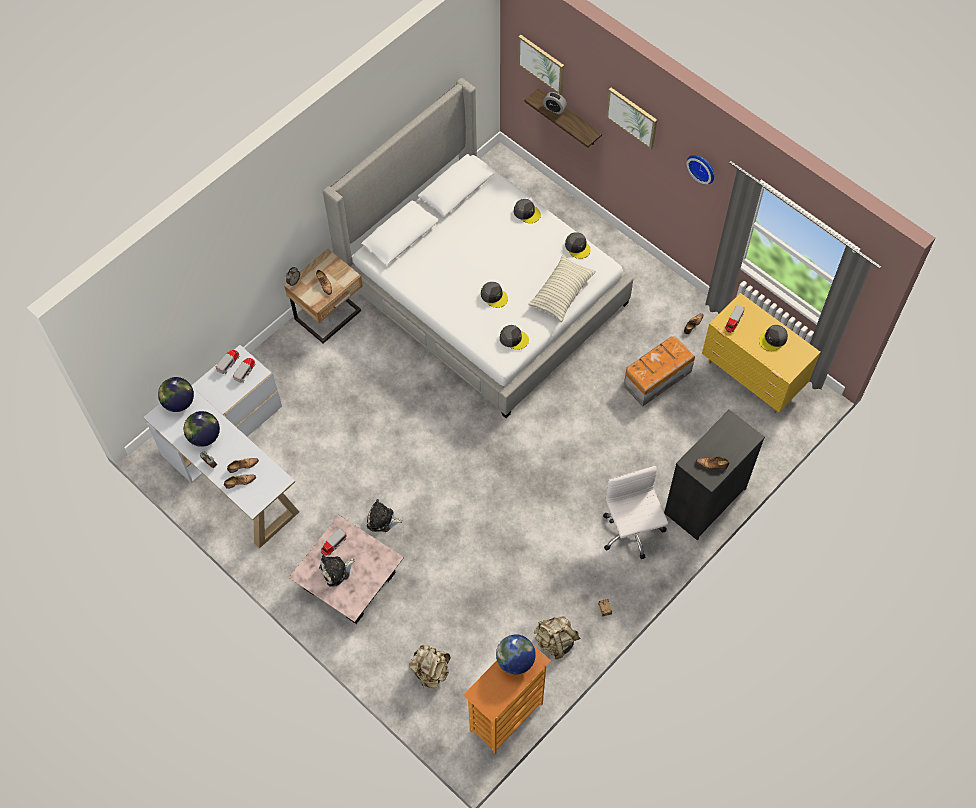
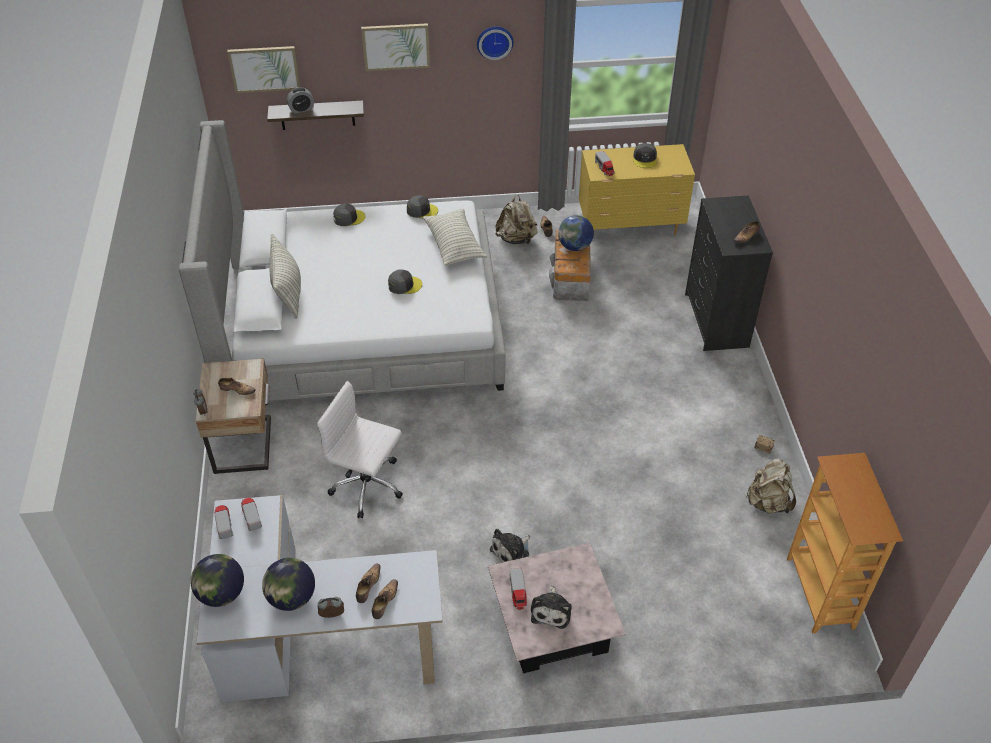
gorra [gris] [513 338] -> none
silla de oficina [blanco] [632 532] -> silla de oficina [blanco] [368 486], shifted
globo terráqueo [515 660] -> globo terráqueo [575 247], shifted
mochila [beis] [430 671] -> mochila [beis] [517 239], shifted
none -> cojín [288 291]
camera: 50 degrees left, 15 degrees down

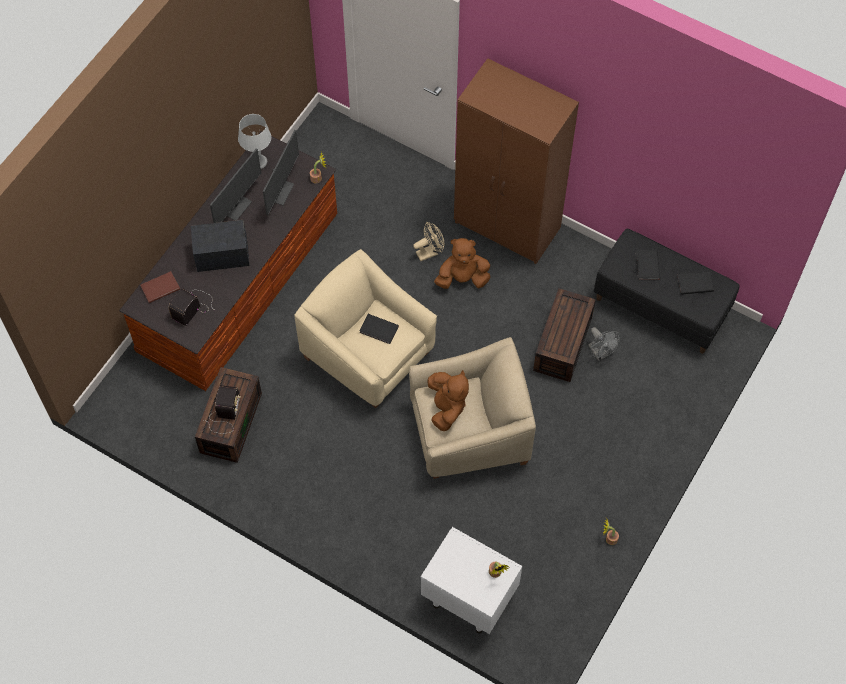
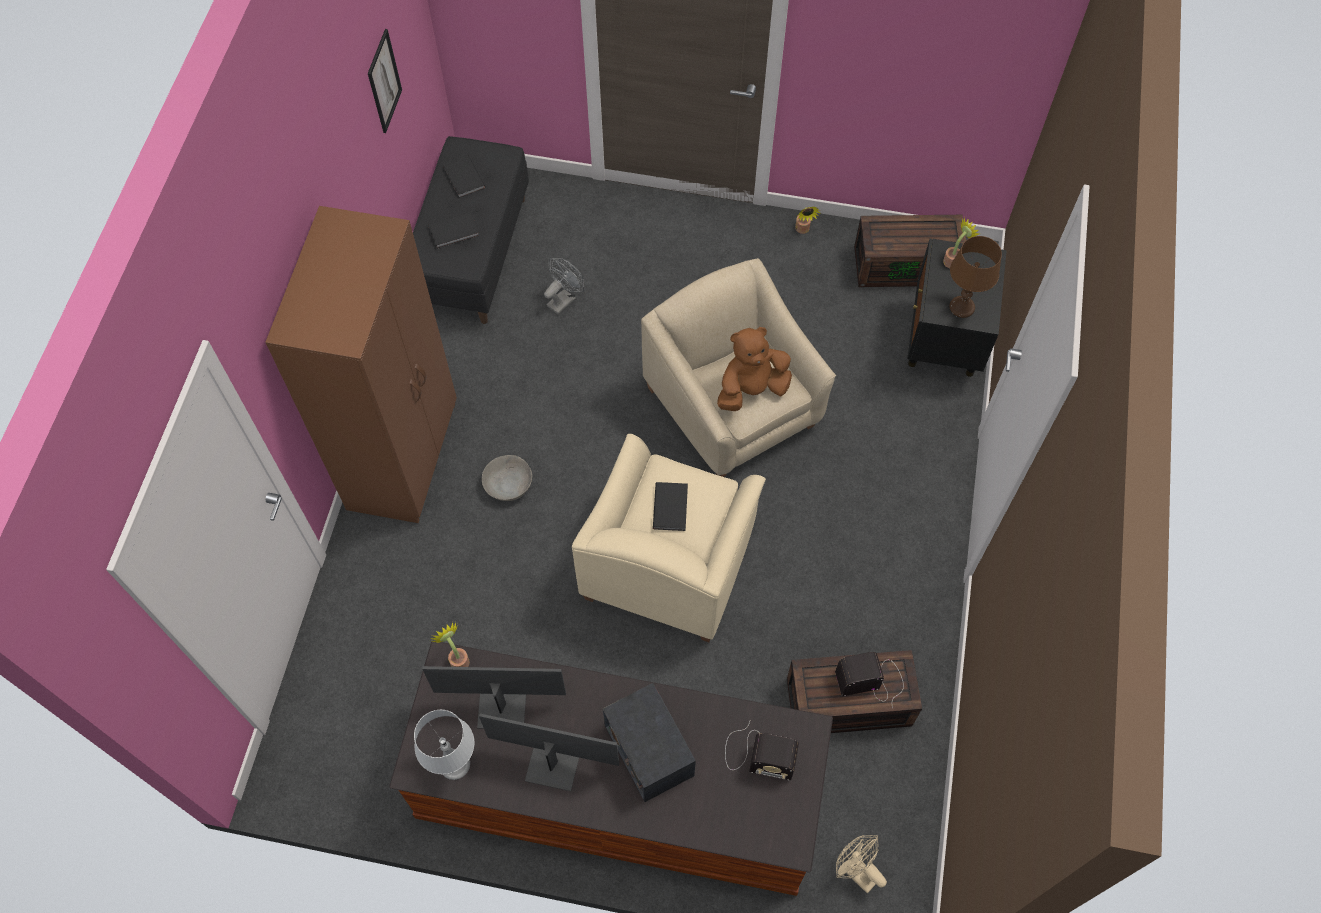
ventilador [beis] [430 252] -> ventilador [beis] [856 871], shifted
peluche [marrón] [462 278] -> cuenco [gris] [508 484]
libro [marrón] [159 287] -> none
caja de almacenaje [marrón] [563 345] -> caja de almacenaje [marrón] [907 264], shifted
mesita de noche [blanco] [468 598] -> mesita de noche [negro] [943 344]
none -> cuadro [384 81]
none -> lámpara de mesa [marrón] [962 307]
camera: 110 degrees left, 0 degrees up

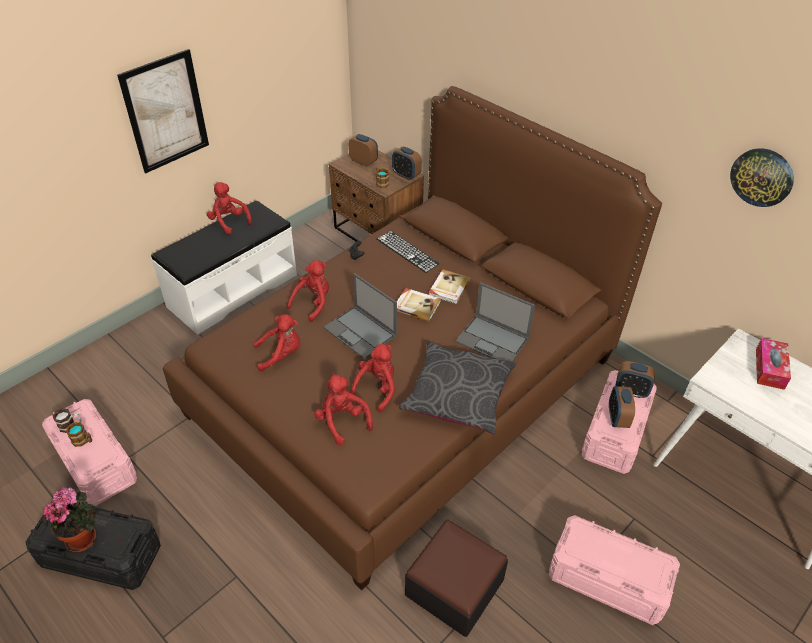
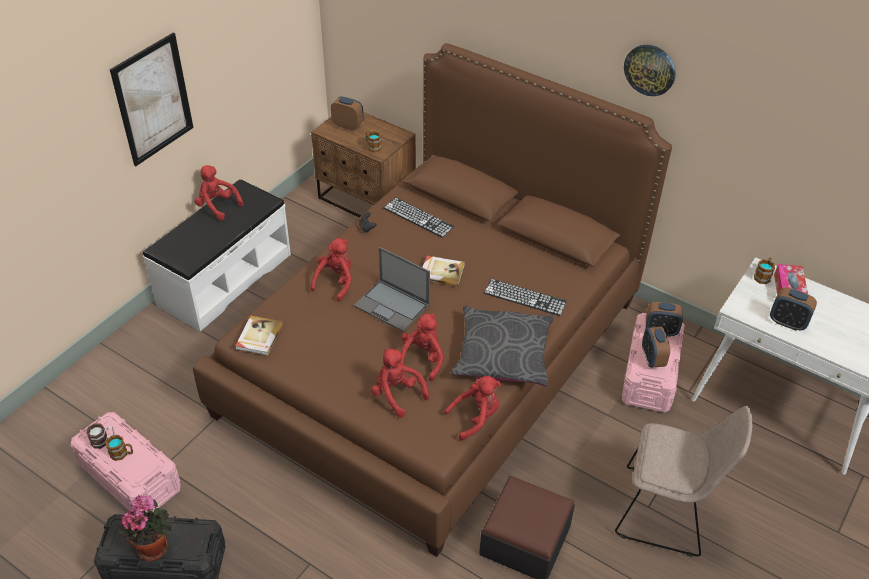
despertador [406 175] -> despertador [787 322], shifted
reloj de pared [762 177] -> reloj de pared [650 69], shifted
libro [448 288] -> libro [258 337], shifted
portátil [493 340] -> teclado [525 297]
peluche [rojo] [281 354] -> peluche [rojo] [476 418], shifted
caja de almacenaje [rosa] [608 580] -> silla [beis] [666 511]
none -> taza grande [763 276]
camera: 10 degrees left, 0 degrees up

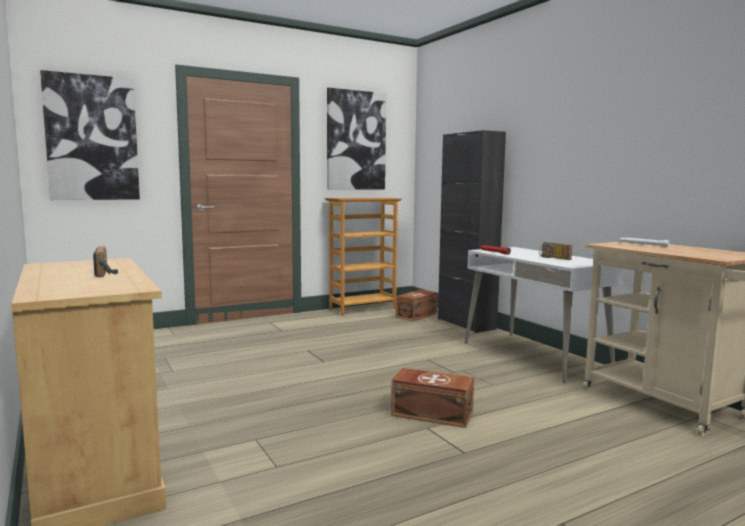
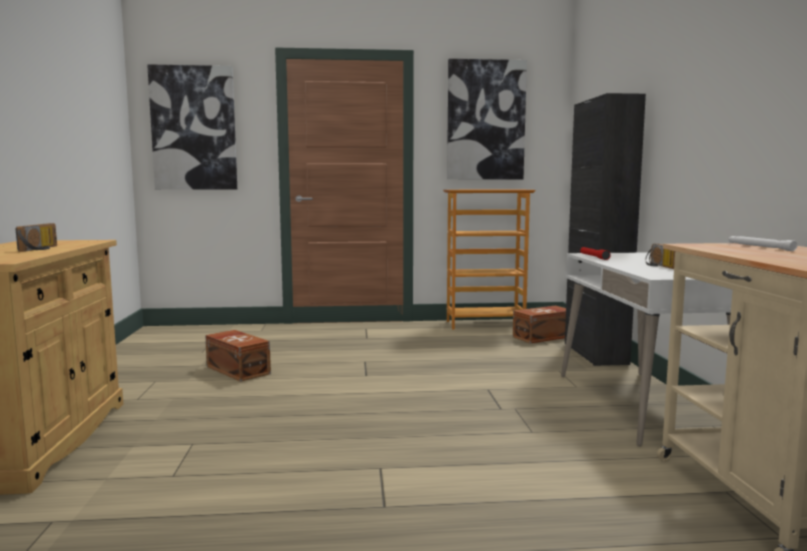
caja de almacenaje [marrón] [431 413] -> caja de almacenaje [marrón] [238 369], shifted
camera: 25 degrees right, 0 degrees up

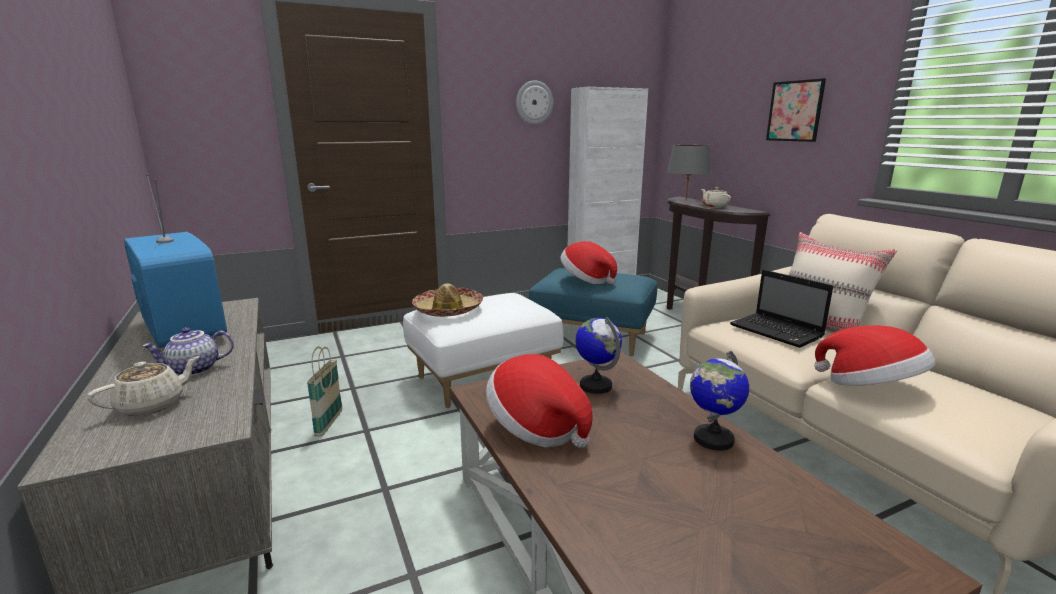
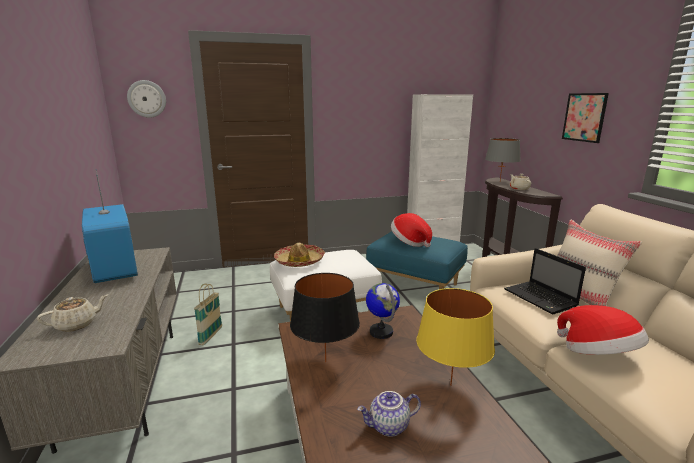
reloj de pared [534 102] -> reloj de pared [147 99], shifted
tetera [194 370] -> tetera [389 427], shifted
globo terráqueo [712 439] -> lámpara de mesa [amarillo] [450 385]
sombrero [536 428] -> lámpara de mesa [negro] [325 362]
camera: 10 degrees right, 0 degrees up

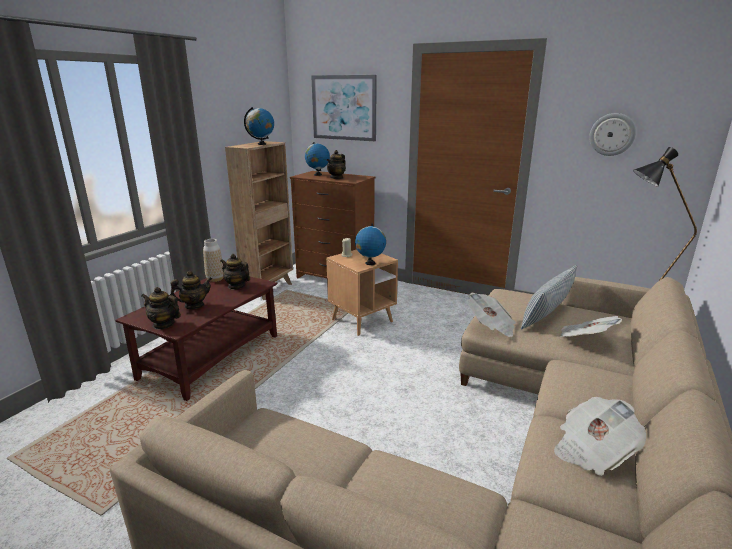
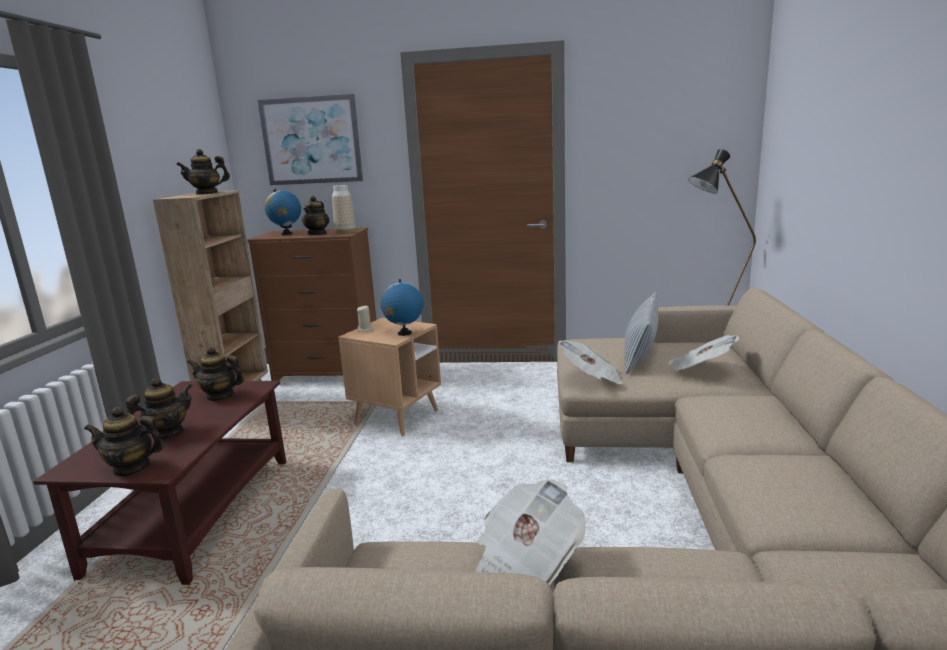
globo terráqueo [261 144] -> tetera [207 193]
reloj de pared [612 134] -> none
florero [215 279] -> florero [345 232], shifted
periódico [592 450] -> periódico [525 563], shifted
camera: 20 degrees left, 5 degrees down

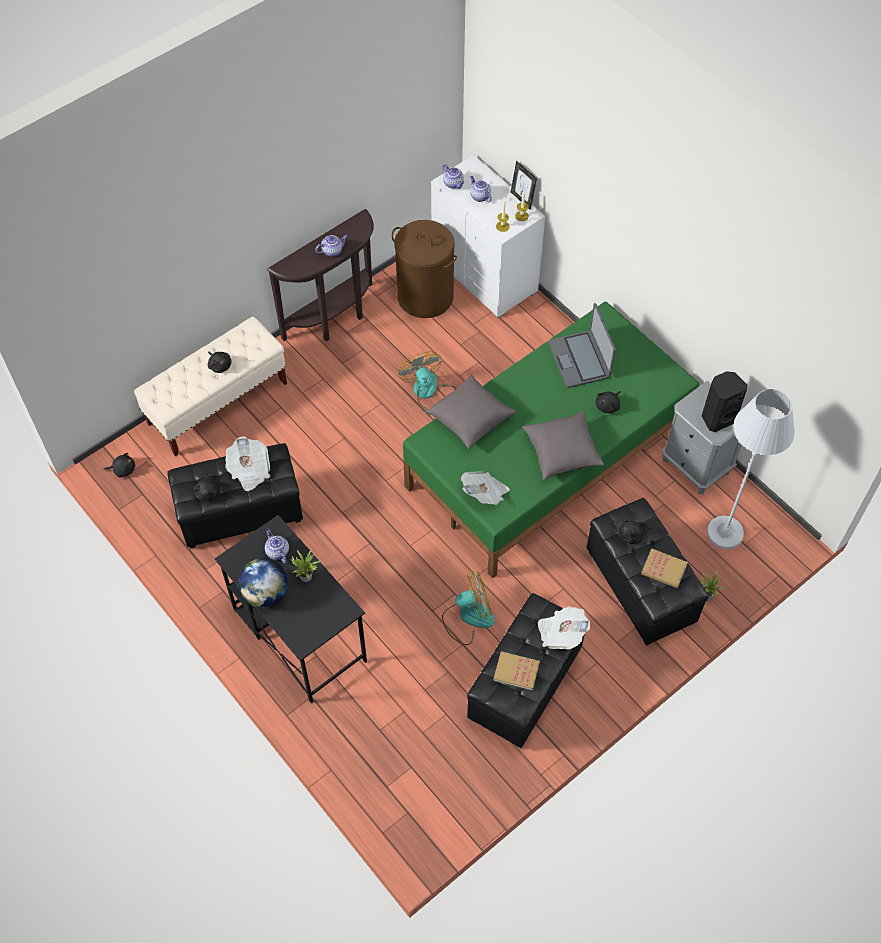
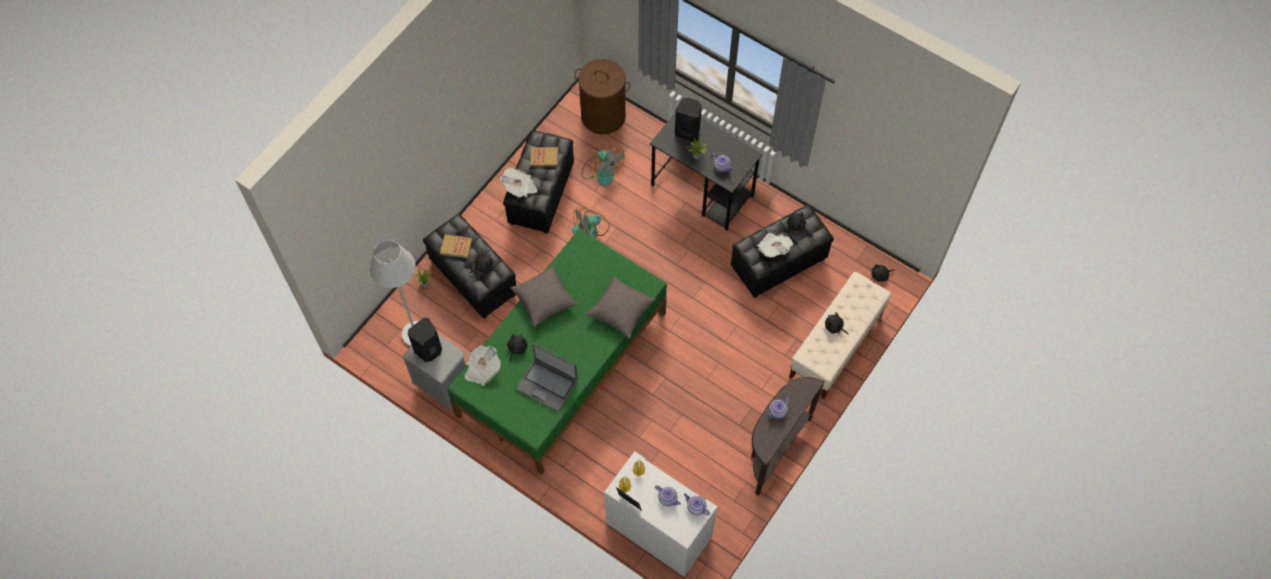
cesto de la ropa [marrón] [425 297] -> cesto de la ropa [marrón] [603 116], shifted
portátil [579 360] -> portátil [547 384], 150 degrees clockwise
ventilador [429 391] -> ventilador [601 170], shifted
periódico [485 494] -> periódico [482 369], shifted
globo terráqueo [265 593] -> none
none -> altavoz [negro] [688 131]
camera: 165 degrees right, 5 degrees up

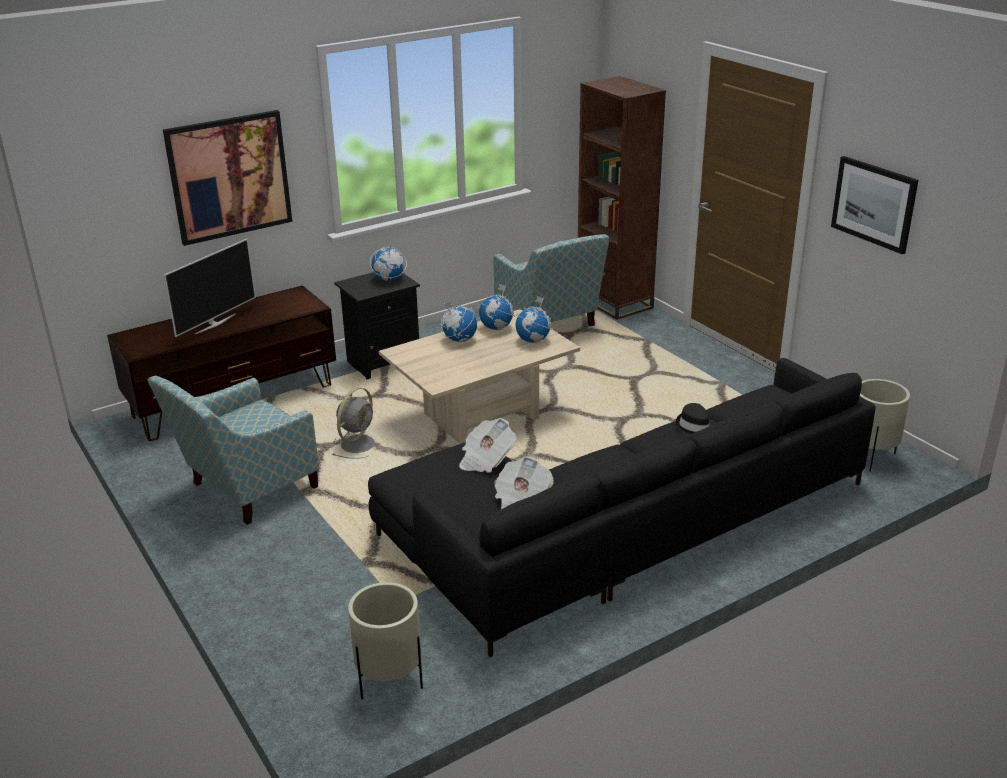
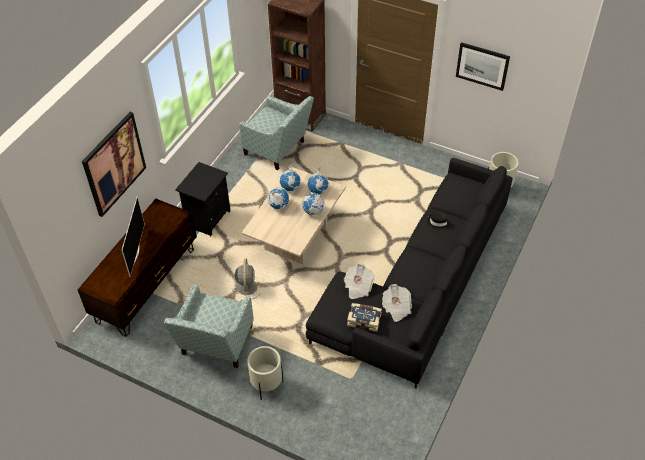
globo terráqueo [388 279] -> globo terráqueo [313 212], shifted
maceta [beis] [389 681] -> maceta [beis] [266 385], shifted
none -> libro [364 319]
camera: 30 degrees left, 20 degrees up

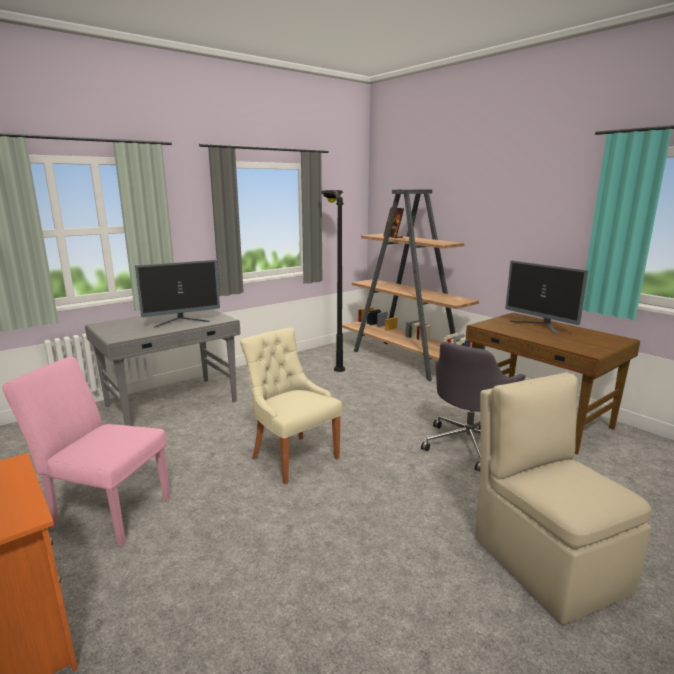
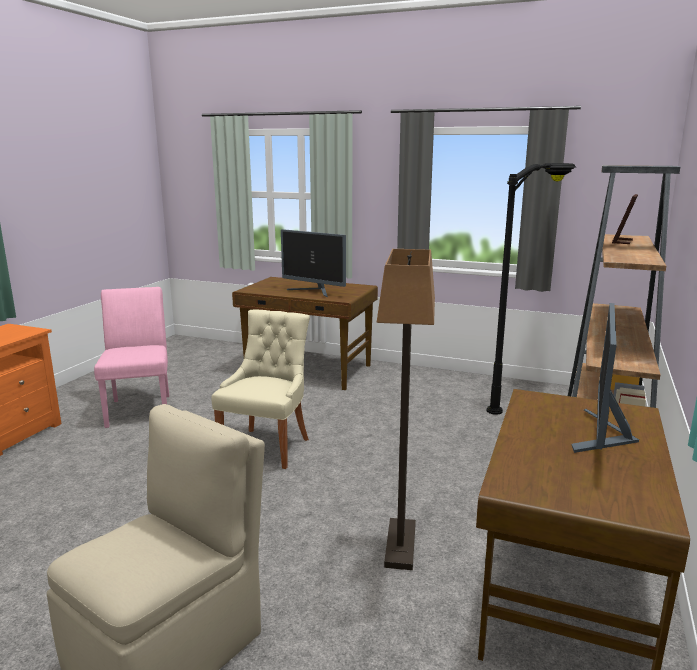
escritorio [gris] [173 404] -> escritorio [marrón] [309 371]
silla de oficina [gris] [469 444] -> lámpara de pie [400 545]
camera: 60 degrees right, 0 degrees up

